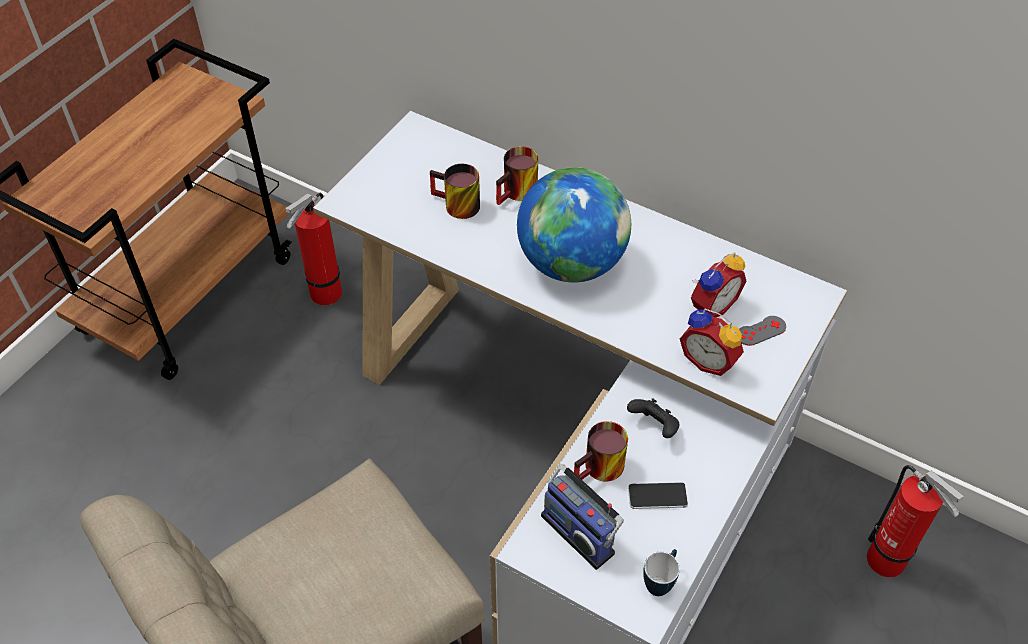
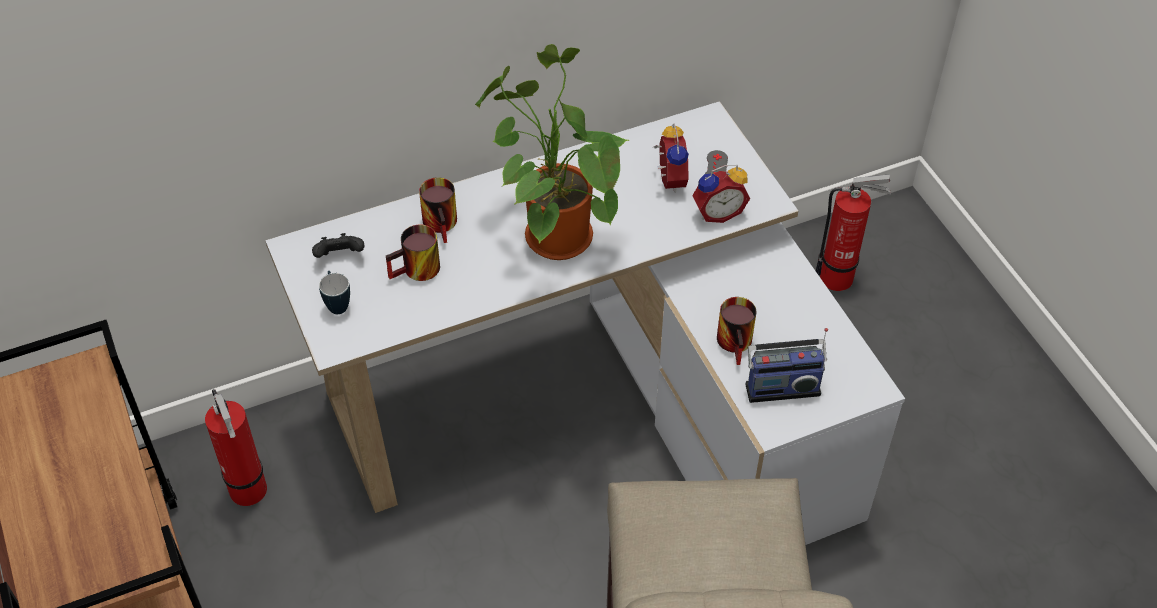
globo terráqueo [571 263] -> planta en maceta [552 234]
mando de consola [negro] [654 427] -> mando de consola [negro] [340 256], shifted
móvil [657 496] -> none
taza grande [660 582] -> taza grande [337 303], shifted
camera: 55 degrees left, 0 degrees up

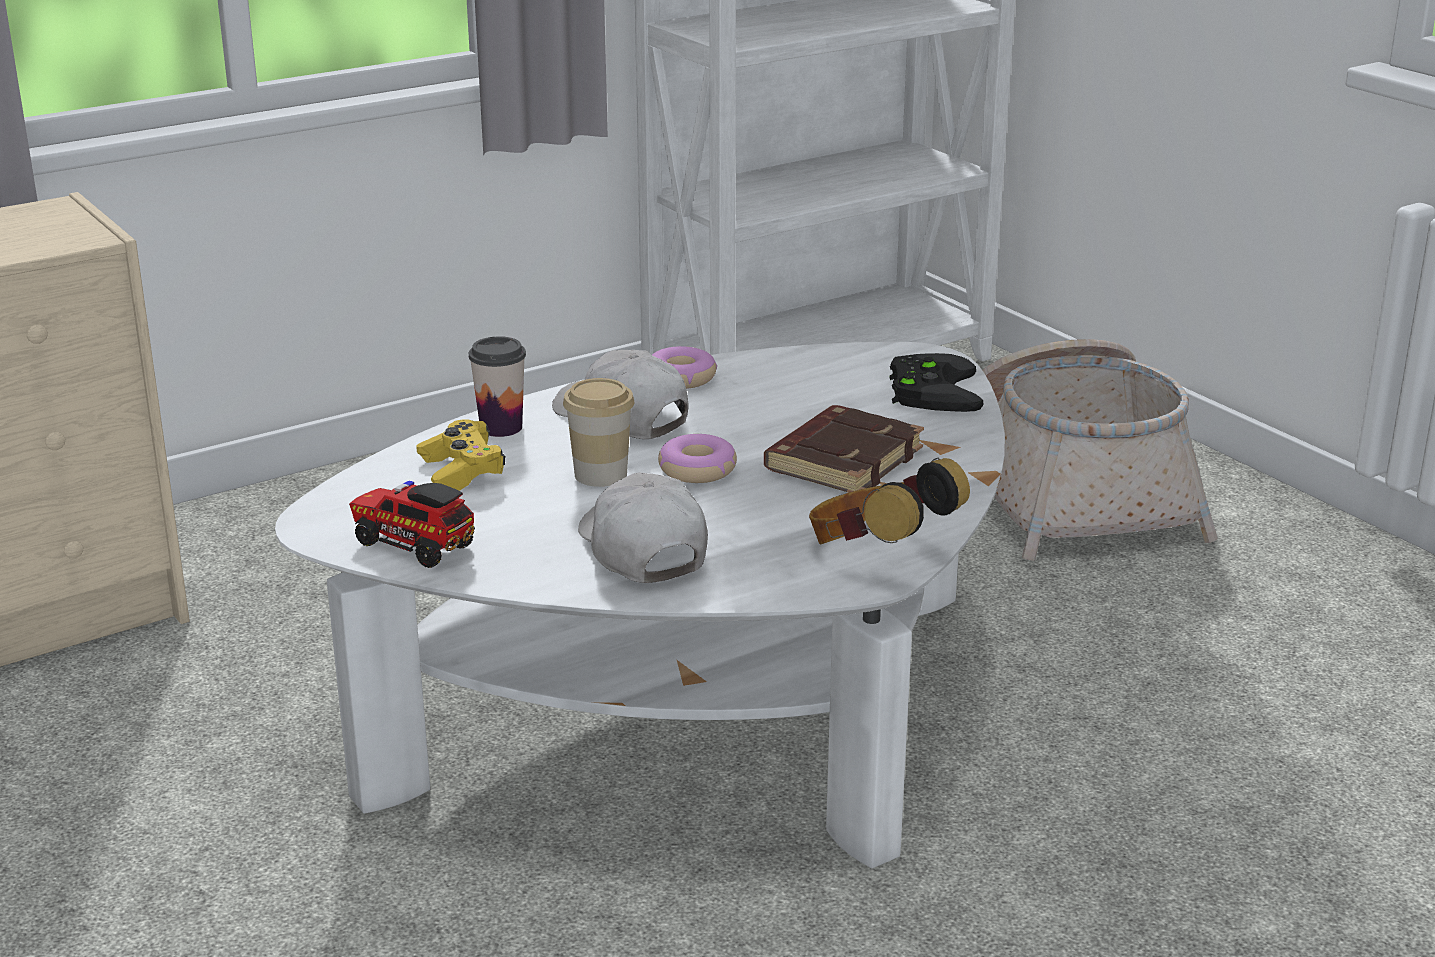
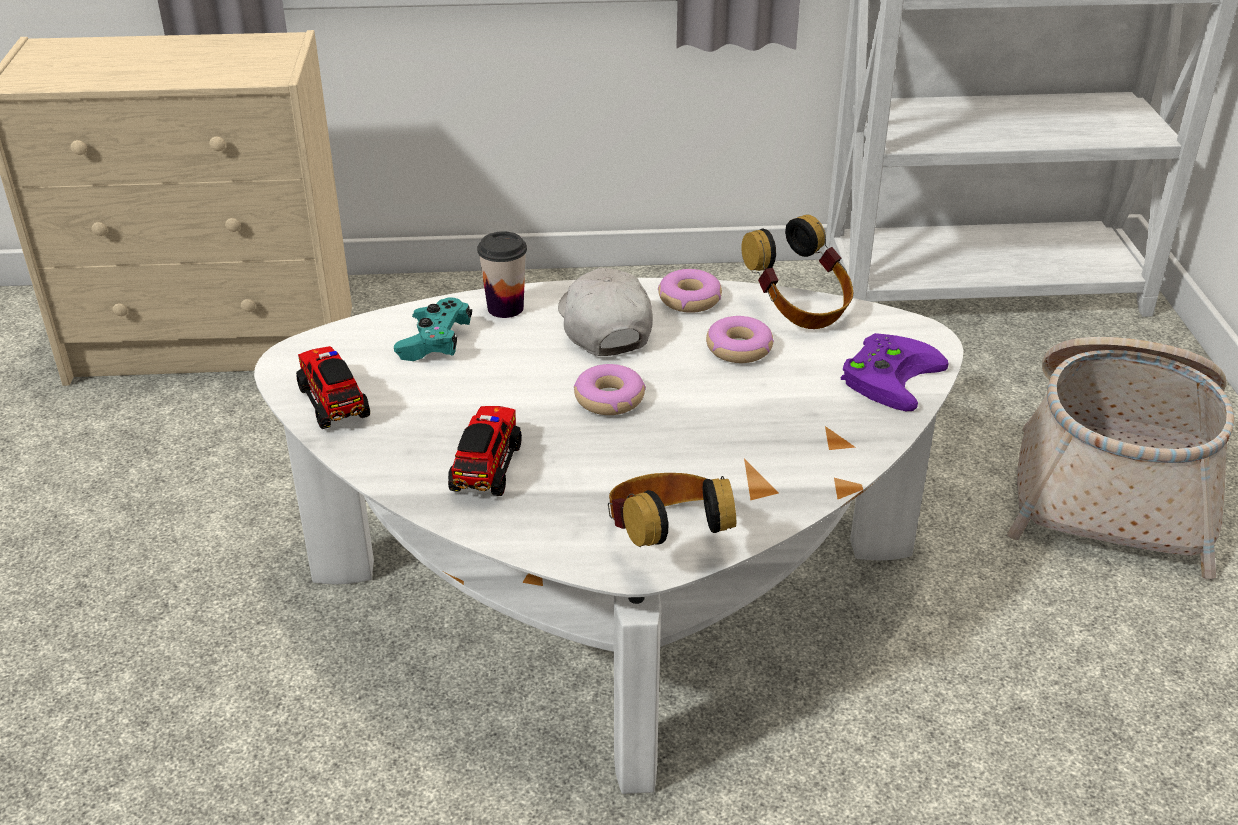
mando de consola [negro] [930 389] -> mando de consola [morado] [889 374]
taza [600 475] -> none
libro [marrón] [842 460] -> none
mando de consola [amarillo] [461 472] -> mando de consola [turquesa] [435 343]
gorra [blanco] [642 550] -> camión de juguete [487 466]
none -> auriculares [799 308]
none -> rosquilla [739 348]
camera: 30 degrees right, 10 degrees up

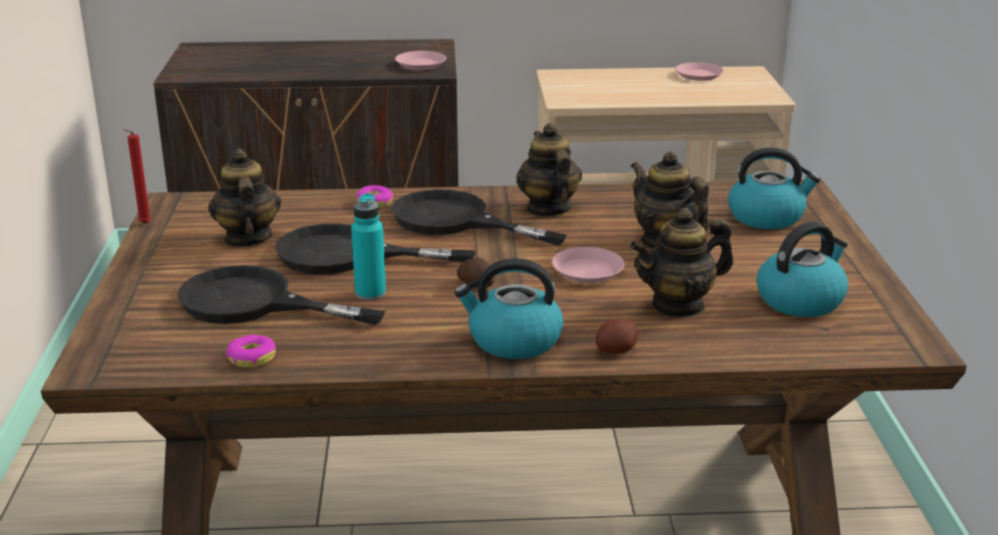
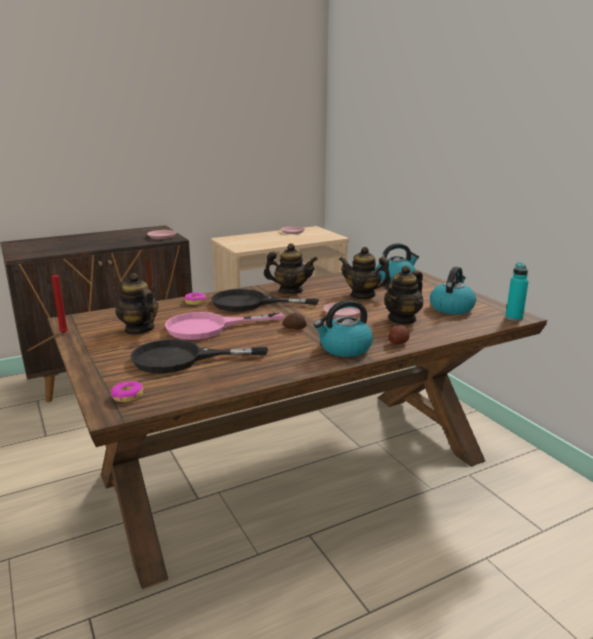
tetera [548 208] -> tetera [290 291], 135 degrees clockwise
botella [turquesa] [370 293] -> botella [turquesa] [514 318], shifted
sartén [negro] [347 255] -> sartén [rosa] [208 327]
rosquilla [251 358] -> rosquilla [127 396], shifted
camera: 25 degrees left, 5 degrees down

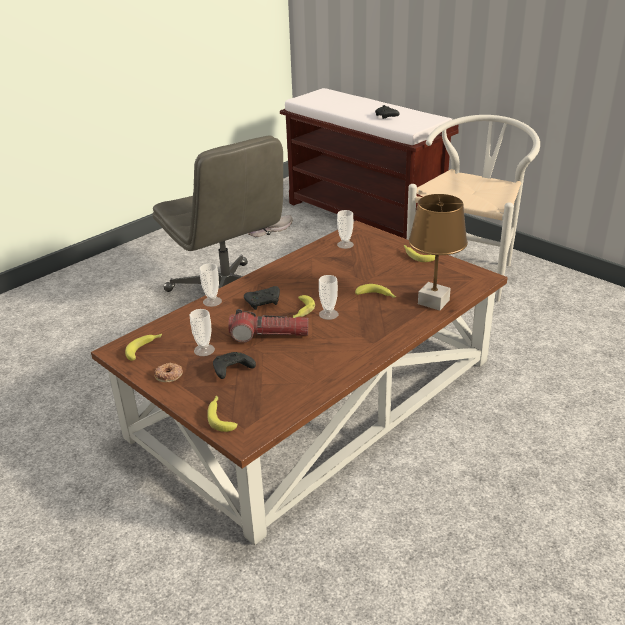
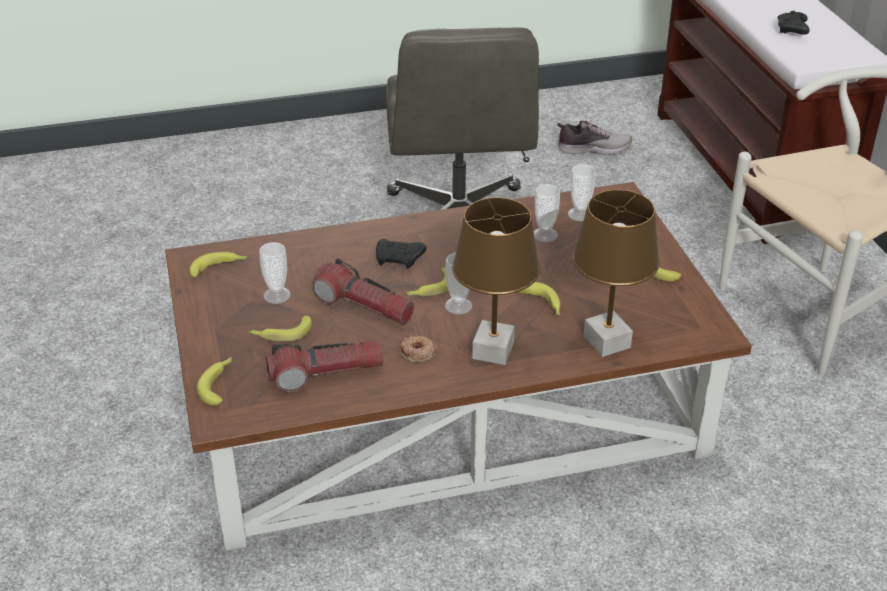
taza [212 301] -> taza [545 235], shifted
mando de consola [negro] [231 370] -> plátano [281 333]
rosquilla [169 375] -> rosquilla [418 352], shifted
none -> lámpara de mesa [marrón] [492 350]
none -> linterna [326 373]
camera: 30 degrees right, 5 degrees up

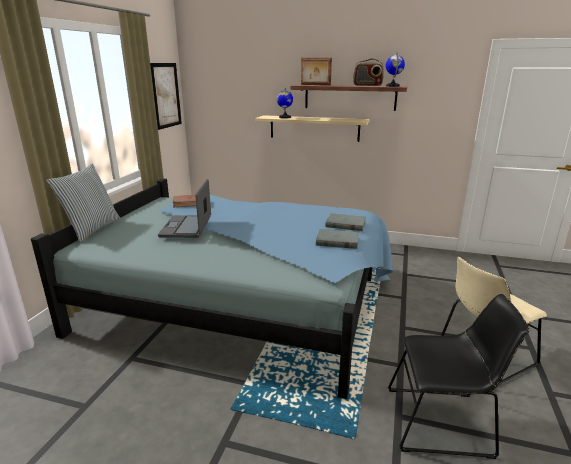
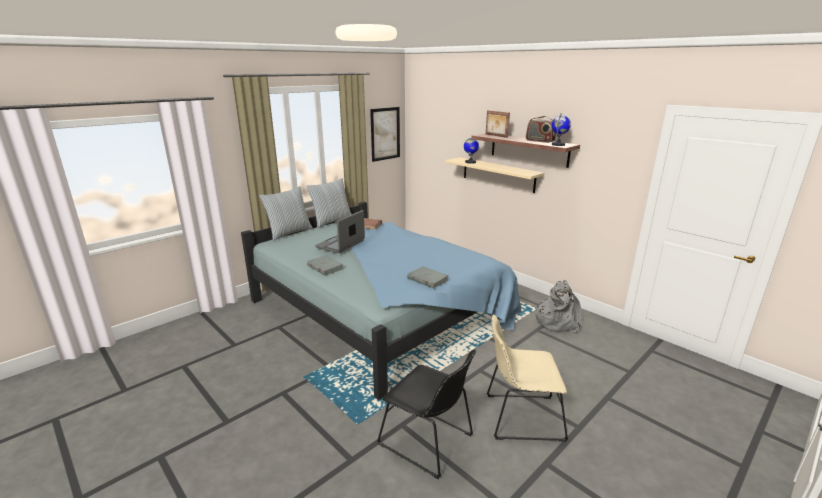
libro [gris] [345 224] -> libro [gris] [325 267], shifted
none -> cojín [331 221]
none -> mochila [gris] [557 321]
camera: 30 degrees right, 0 degrees up

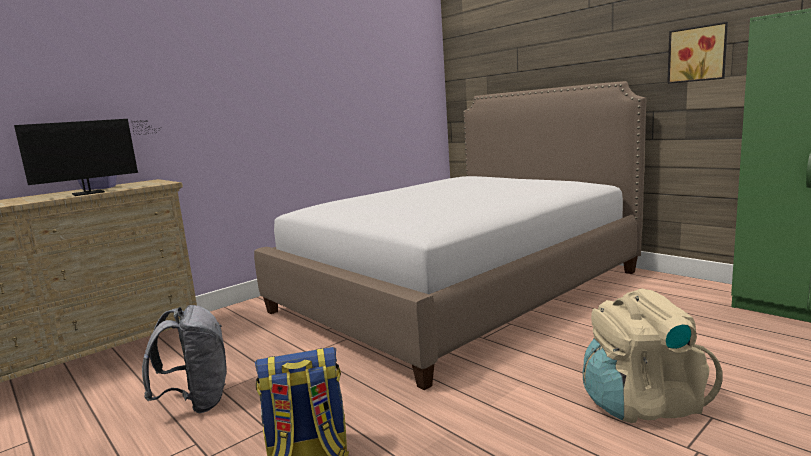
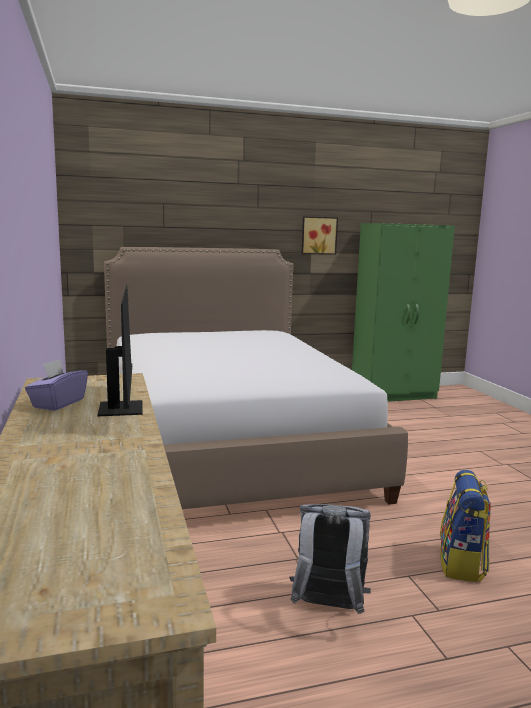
mochila [beis] [642 404] -> none
camera: 65 degrees left, 0 degrees up

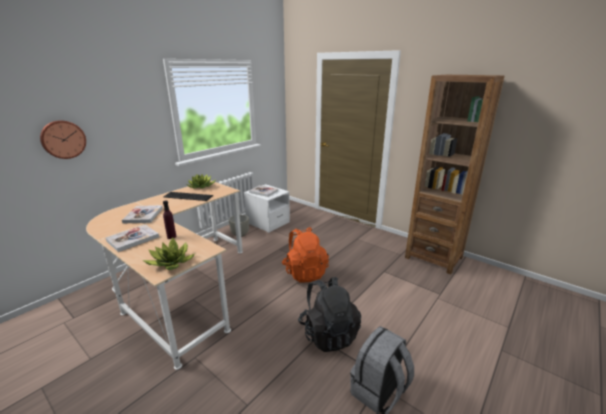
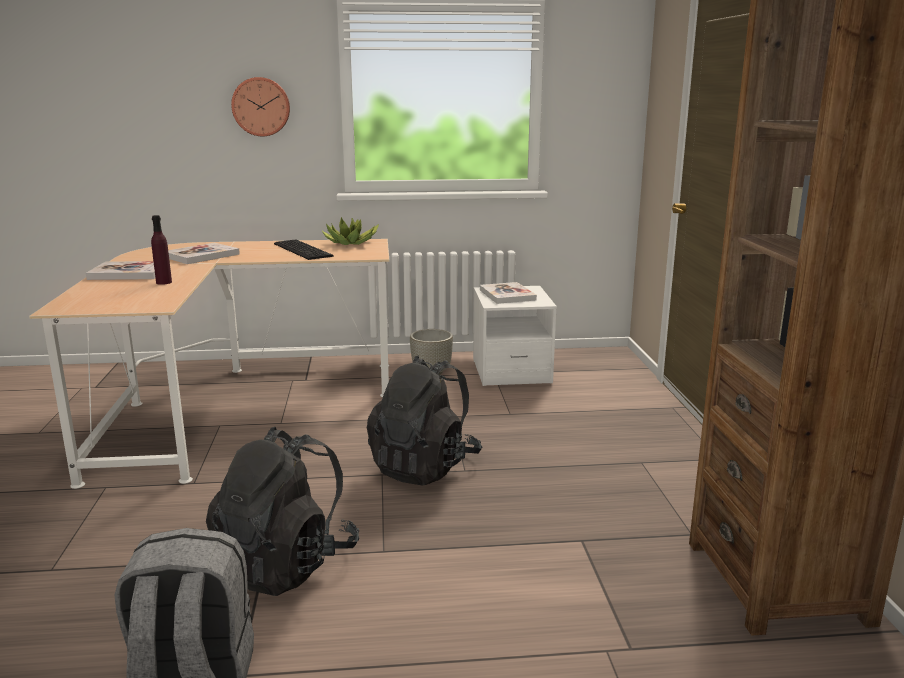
reloj de pared [63 139] -> reloj de pared [261 106], shifted
mochila [naranja] [304 272] -> mochila [negro] [424 467]
planta en maceta [171 263] -> none
camera: 45 degrees right, 5 degrees down

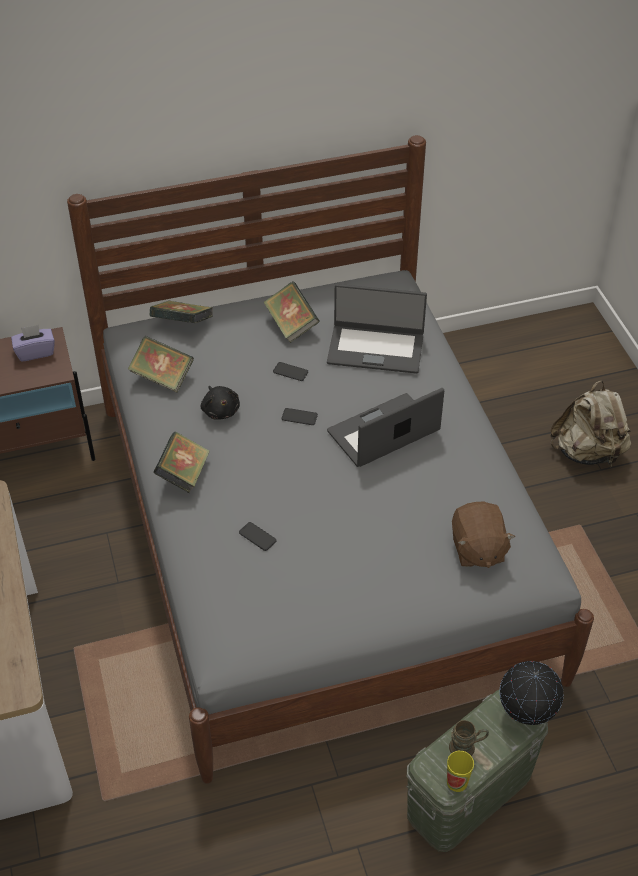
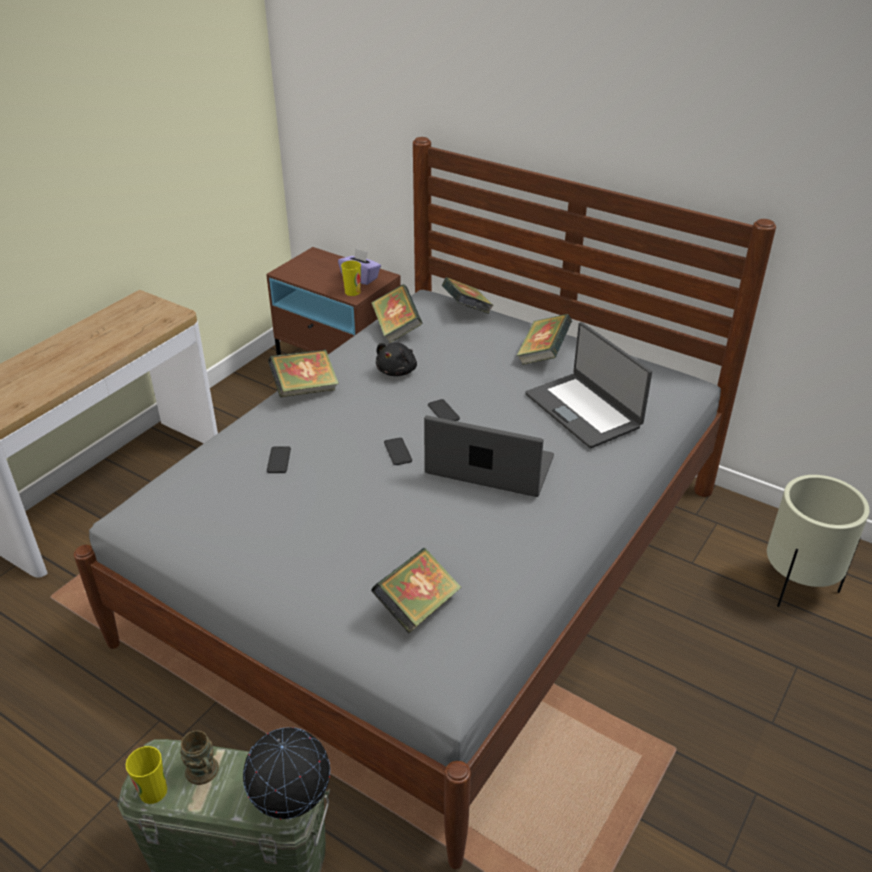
móvil [290 372] -> móvil [398 452], shifted
mochila [beis] [587 452] -> none
peluche [marrón] [477 549] -> libro [417 607]
none -> taza [352 292]
none -> maceta [beis] [798 585]
camera: 50 degrees right, 10 degrees down

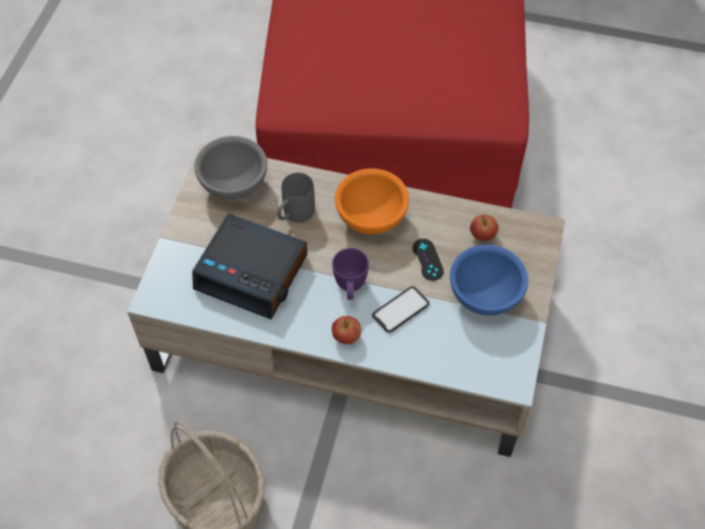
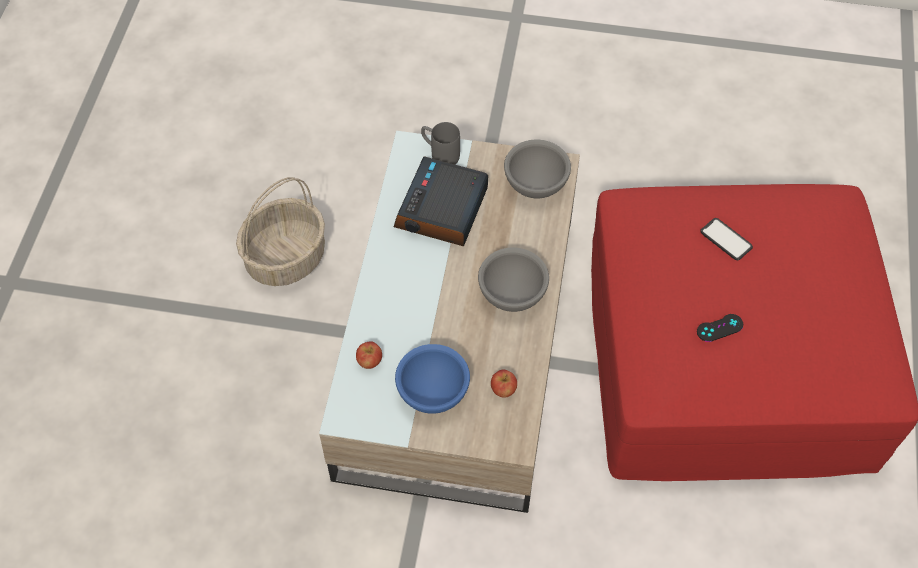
cuenco [naranja] [371 219] -> cuenco [gris] [511 295]
taza grande [gris] [294 215] -> taza grande [gris] [439 154], shifted
mando de consola [negro] [427 259] -> mando de consola [negro] [719 328], shifted
taza grande [morado] [350 288] -> none
móvil [400 310] -> móvil [726 239], shifted
manzana [346 337] -> manzana [369 361], shifted
camera: 85 degrees right, 0 degrees up

